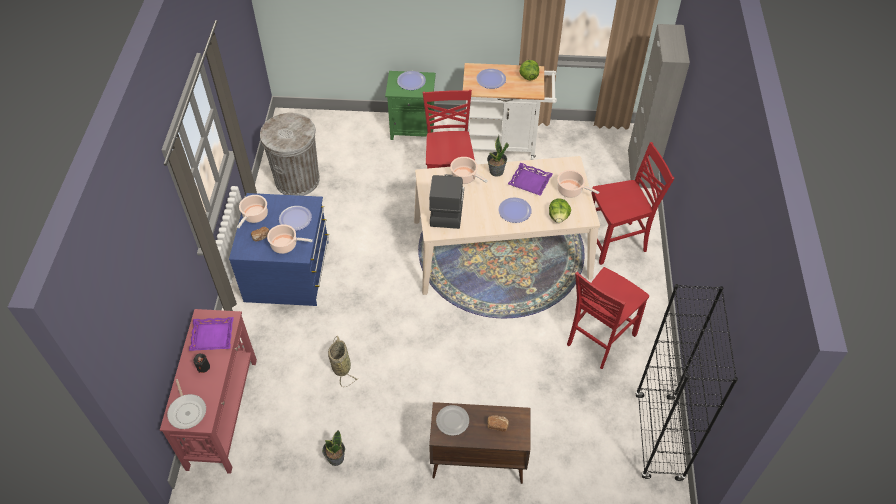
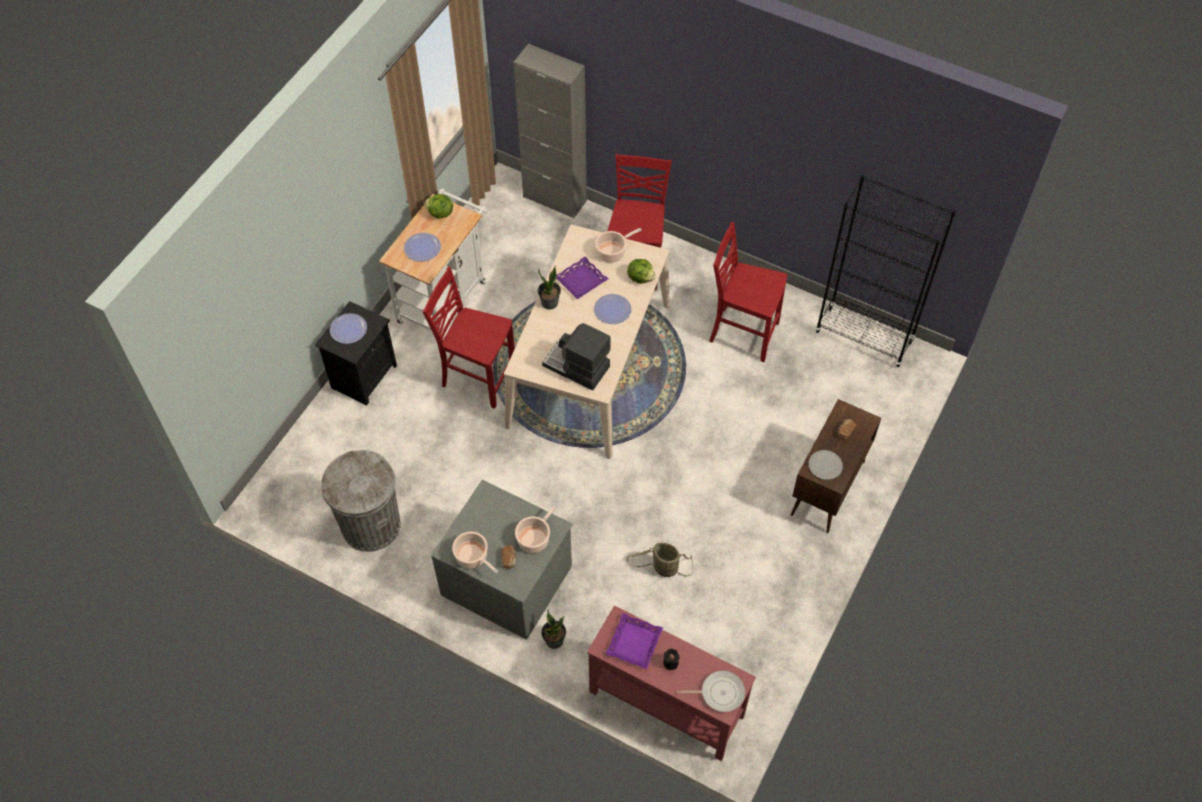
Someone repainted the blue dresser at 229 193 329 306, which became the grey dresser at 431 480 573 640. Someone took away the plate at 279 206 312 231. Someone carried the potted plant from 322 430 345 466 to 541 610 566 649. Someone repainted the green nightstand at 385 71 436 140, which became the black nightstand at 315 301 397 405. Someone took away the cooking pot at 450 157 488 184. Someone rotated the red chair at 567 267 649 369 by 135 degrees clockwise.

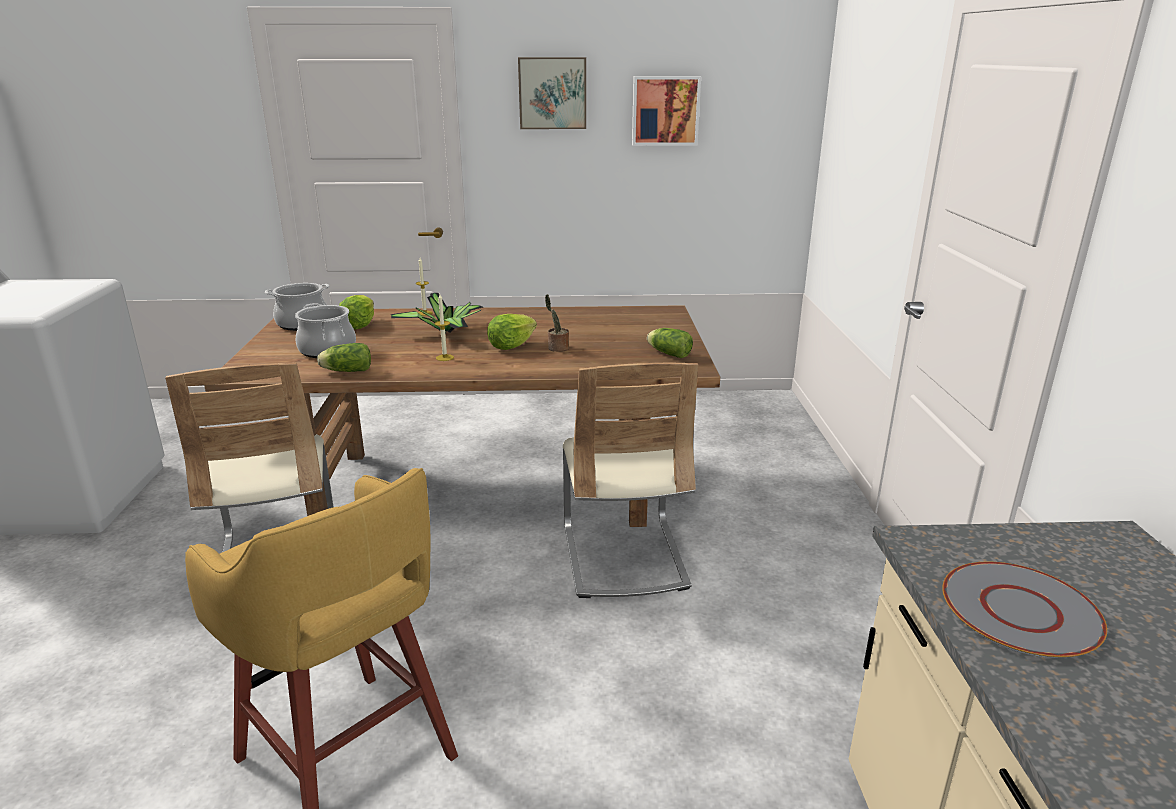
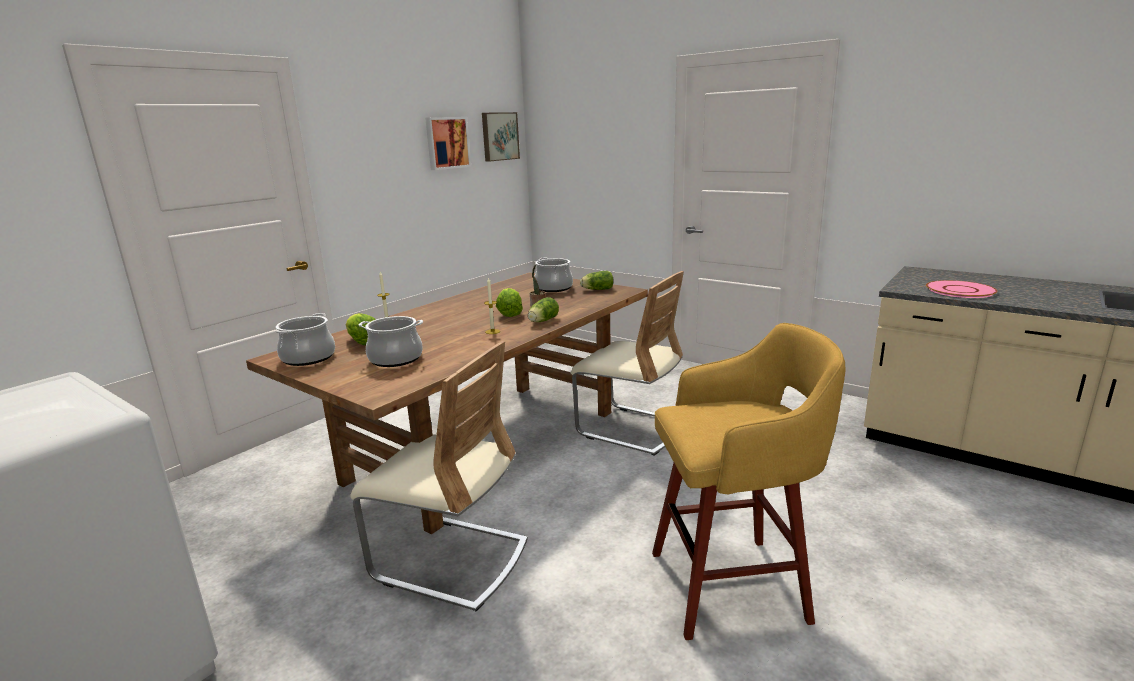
Someone carried the lettuce from 317 343 371 372 to 528 297 559 322. Someone took away the potted plant at 390 293 483 334. Someone carried the picture from 518 57 586 129 to 482 112 520 162. Someone repainted the grey plate at 942 562 1107 658, which became the pink plate at 926 280 998 298. Someone put down the cooking pot at 534 257 573 292.

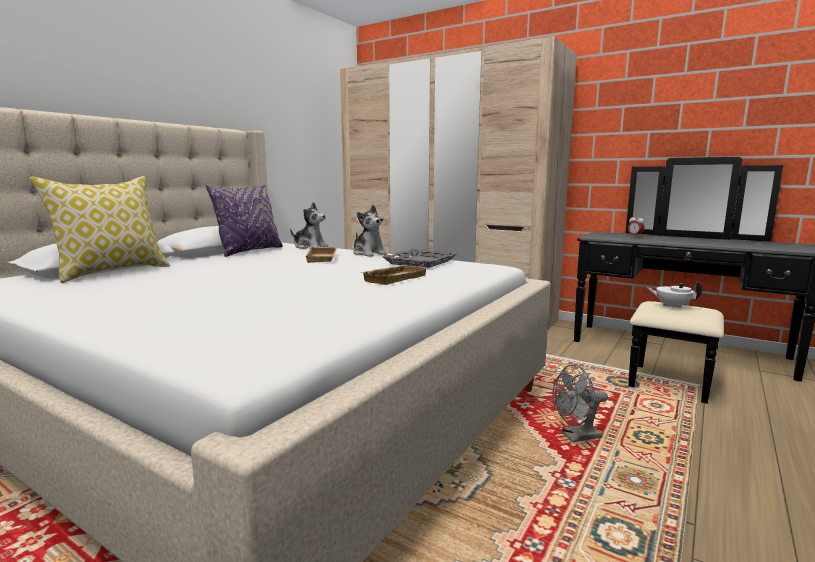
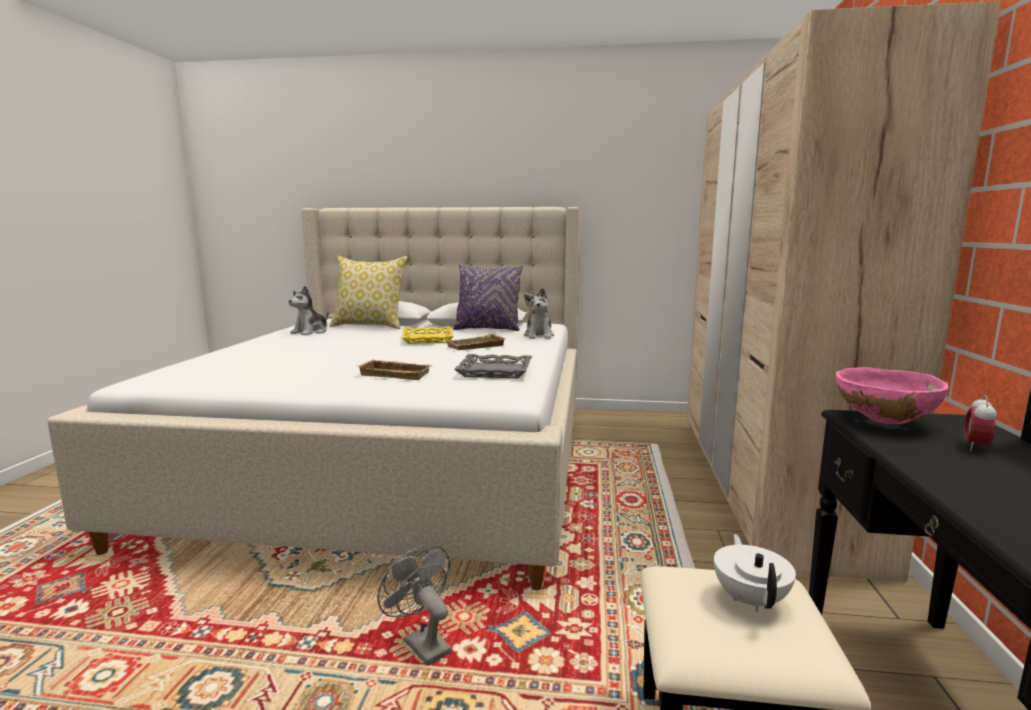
Someone carried the plush toy from 353 205 387 257 to 289 286 329 335. Someone put down the yellow tray at 402 326 454 344. Someone put down the pink bowl at 835 367 948 424.

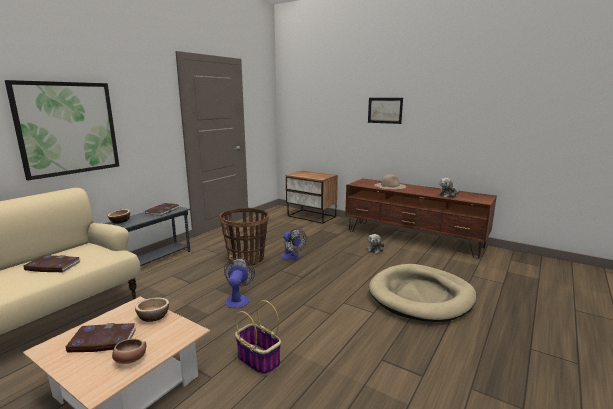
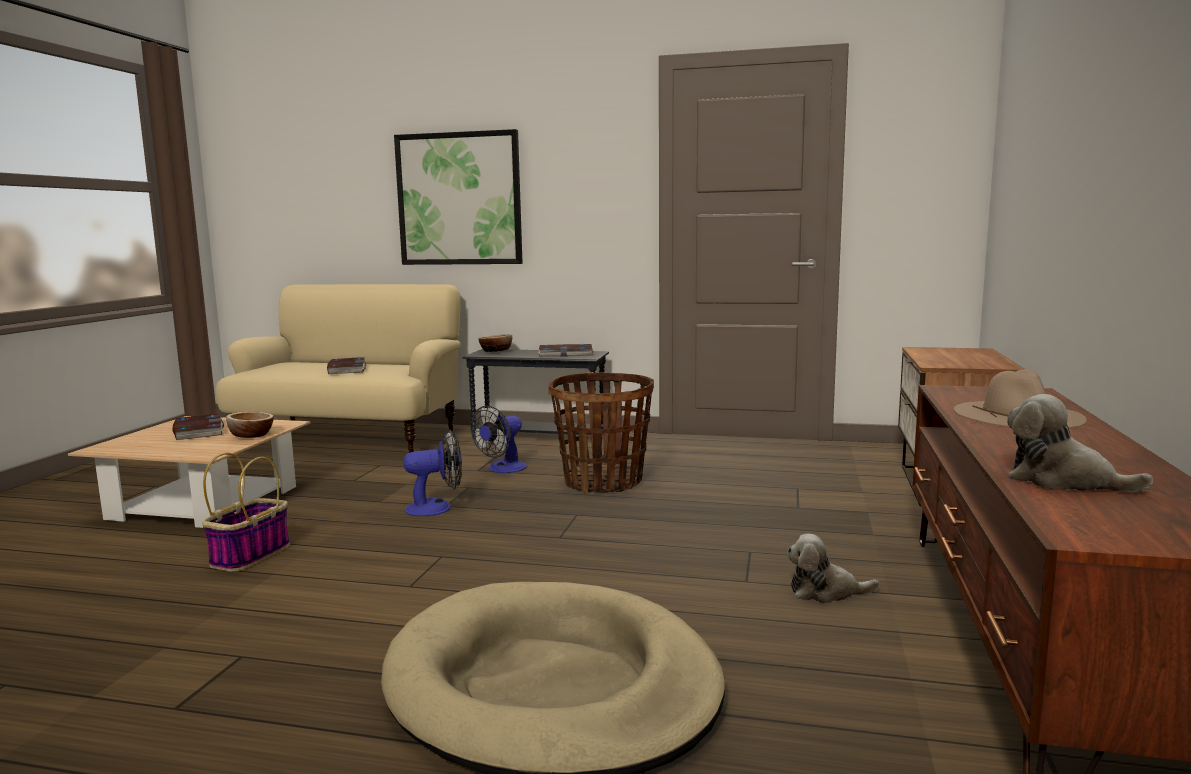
Someone took away the bowl at 112 339 146 364. Someone carried the fan from 281 229 306 260 to 471 406 527 473. Someone took away the picture at 368 98 403 124.

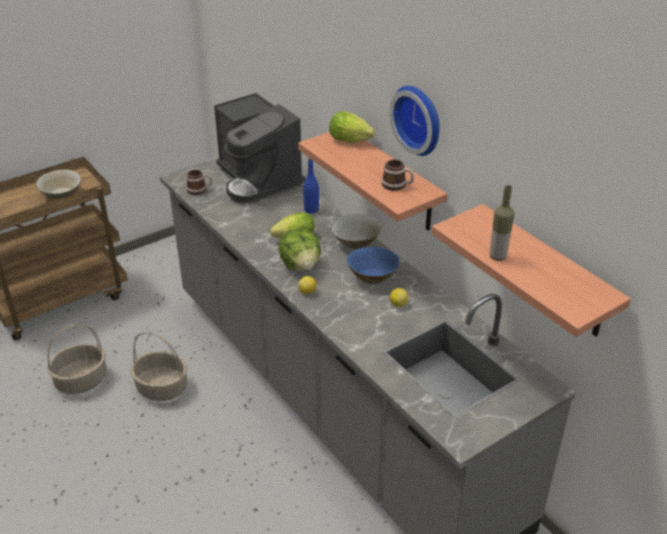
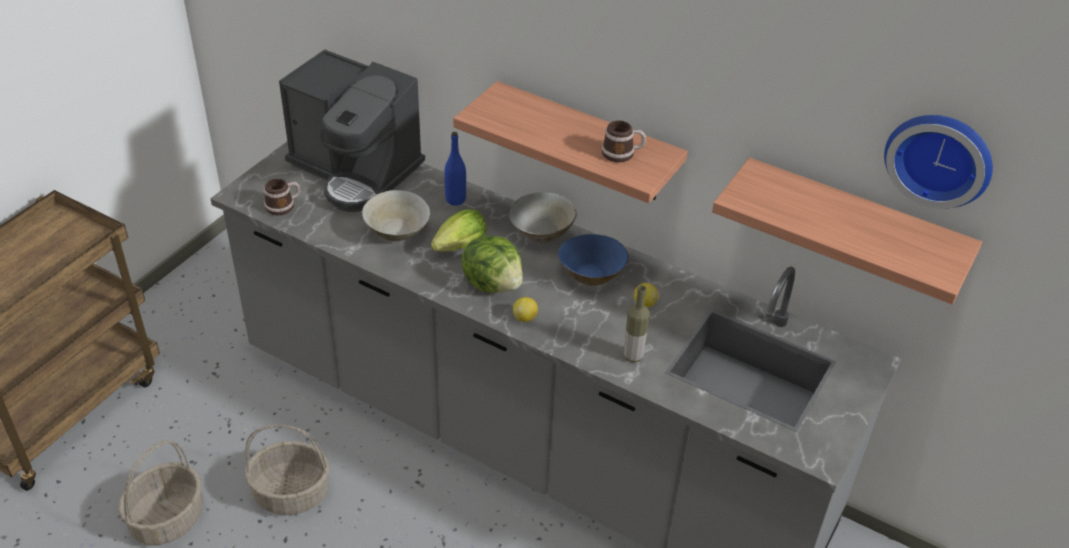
Someone carried the beige bowl from 36 169 81 200 to 362 190 430 241. Someone took away the lettuce at 329 111 375 143. Someone carried the wall clock from 389 86 440 156 to 884 115 993 209. Someone carried the bottle from 490 185 514 261 to 624 285 650 363.

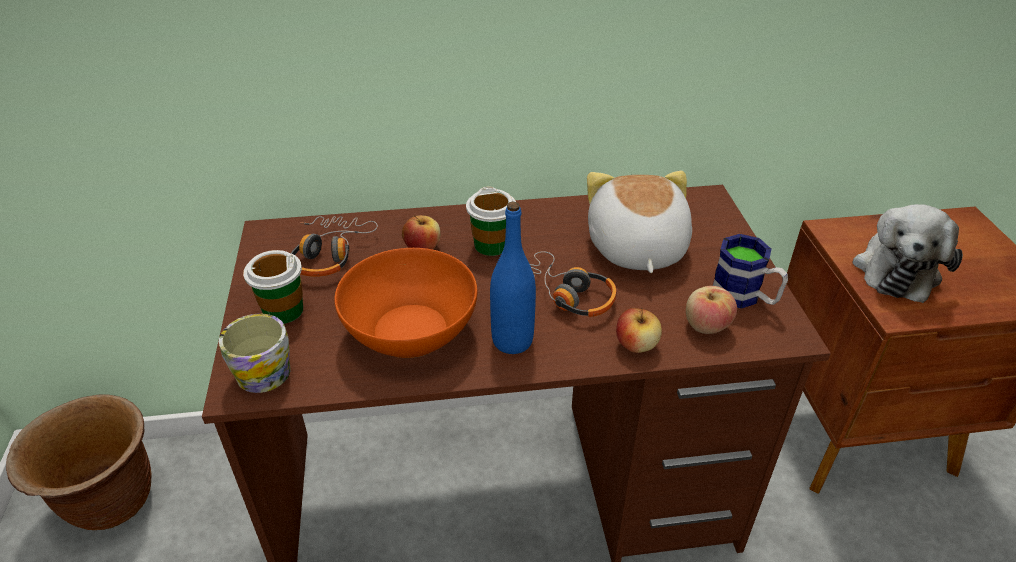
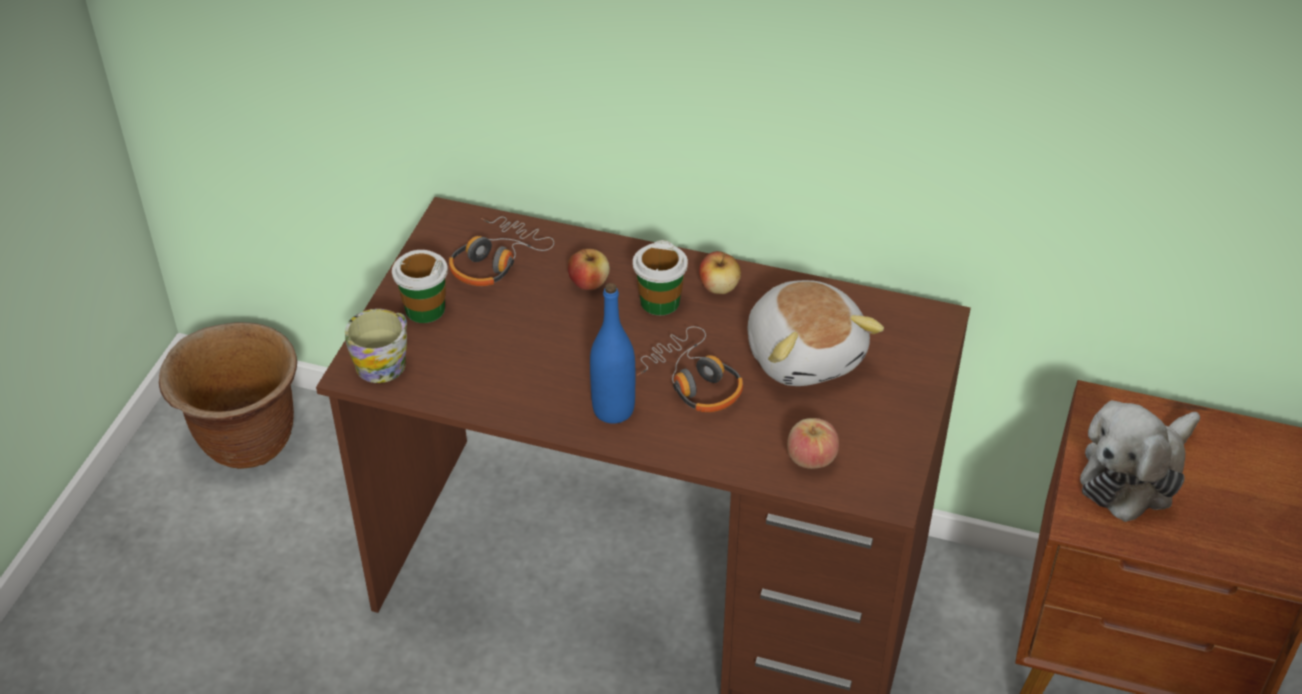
Someone took away the orange bowl at 334 248 477 358. Someone rotated the plush toy at 587 171 692 273 by 135 degrees clockwise. Someone carried the apple from 616 308 662 353 to 699 251 741 294. Someone took away the mug at 713 234 788 309.

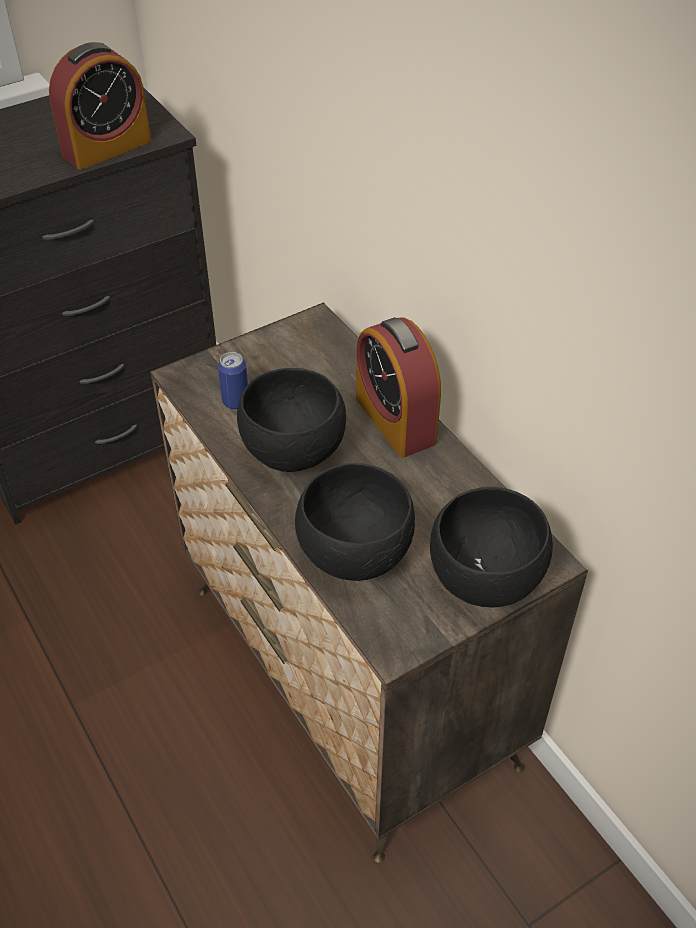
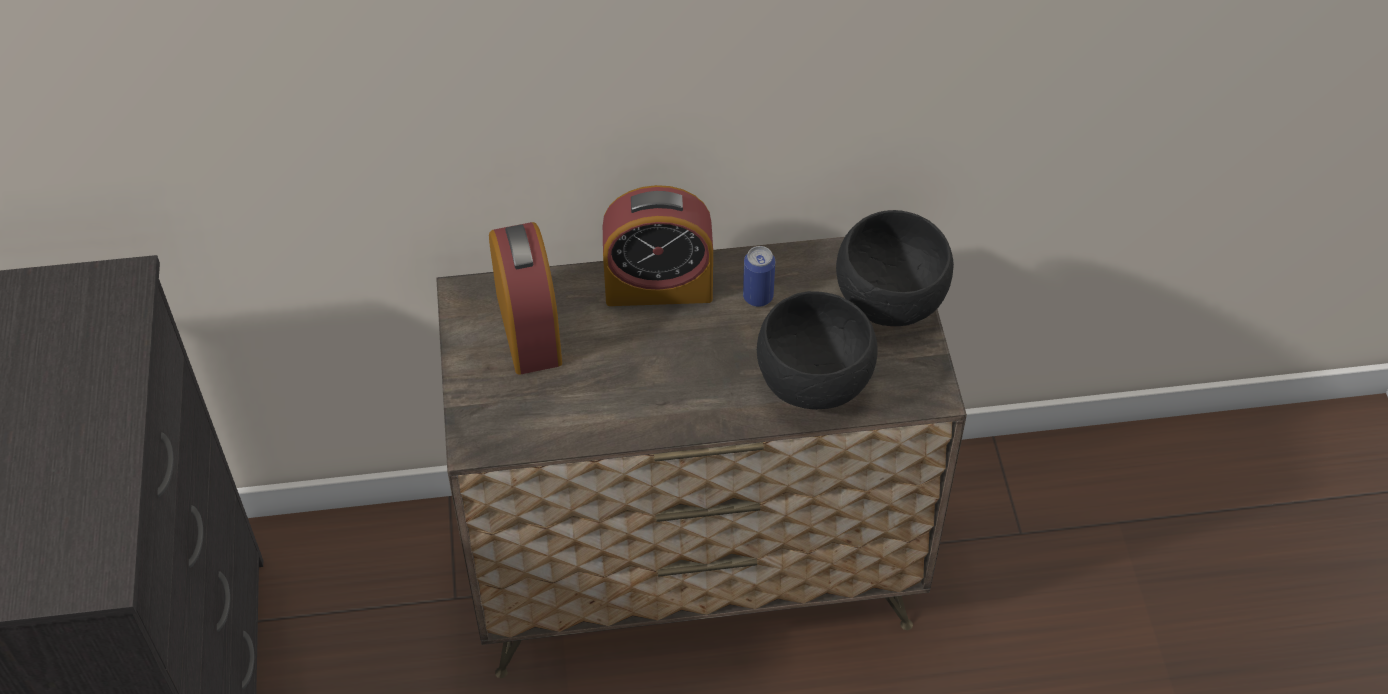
Someone carried the alarm clock from 49 42 151 170 to 489 222 562 375. Someone carried the can from 218 352 248 410 to 743 246 775 307. Someone took away the black bowl at 237 368 346 472.

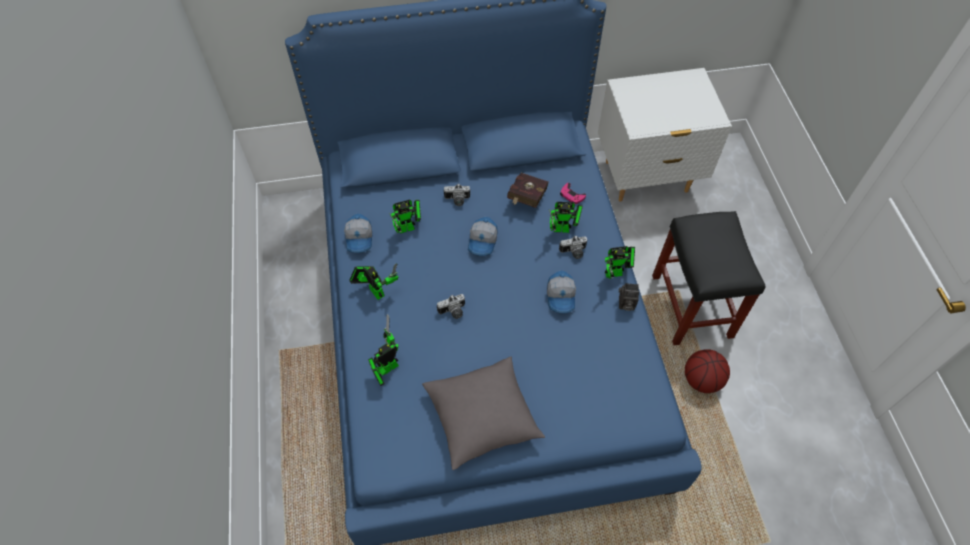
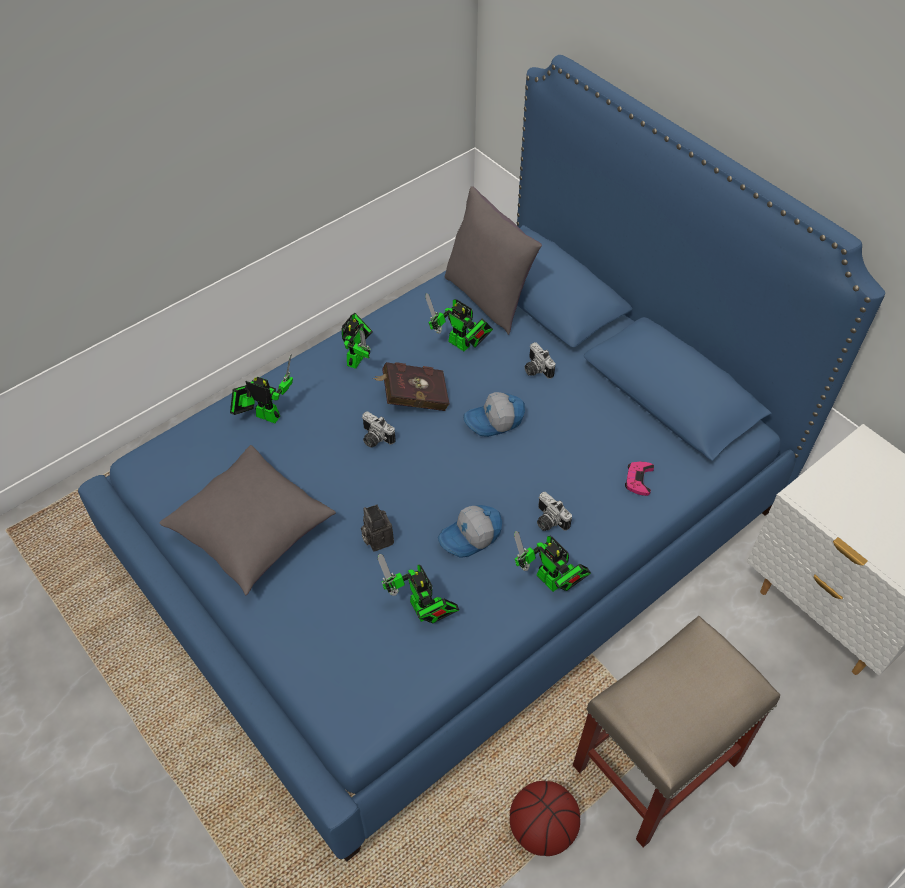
Someone took away the cap at 344 213 372 253. Someone carried the red book from 507 173 549 208 to 373 362 450 411. Someone carried the toy robot from 549 202 583 233 to 377 554 459 623. Someone carried the photo camera from 619 283 639 311 to 361 505 394 552. Someone repainted the black stool at 652 211 766 345, which became the beige stool at 573 616 780 848. Someone put down the grey pillow at 445 186 542 335.

